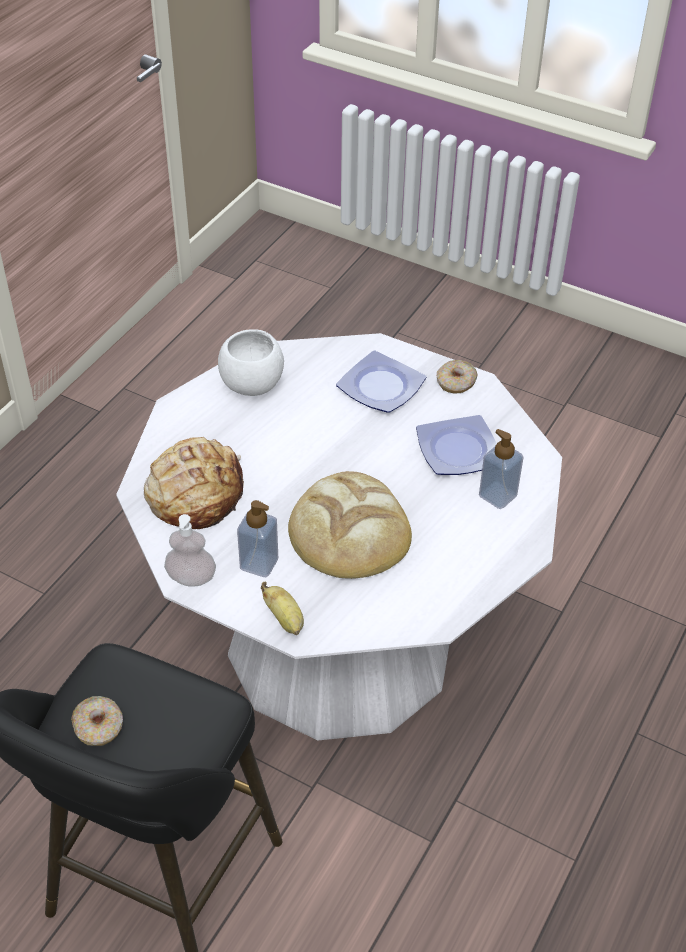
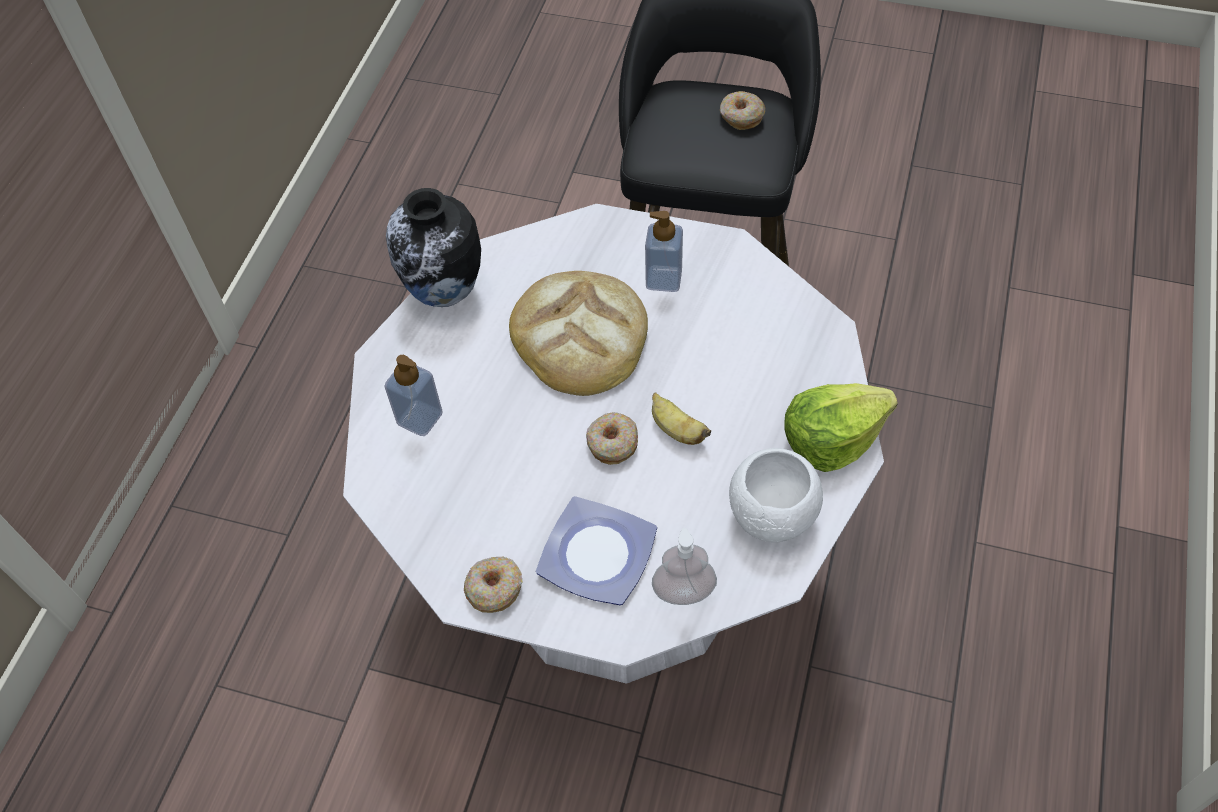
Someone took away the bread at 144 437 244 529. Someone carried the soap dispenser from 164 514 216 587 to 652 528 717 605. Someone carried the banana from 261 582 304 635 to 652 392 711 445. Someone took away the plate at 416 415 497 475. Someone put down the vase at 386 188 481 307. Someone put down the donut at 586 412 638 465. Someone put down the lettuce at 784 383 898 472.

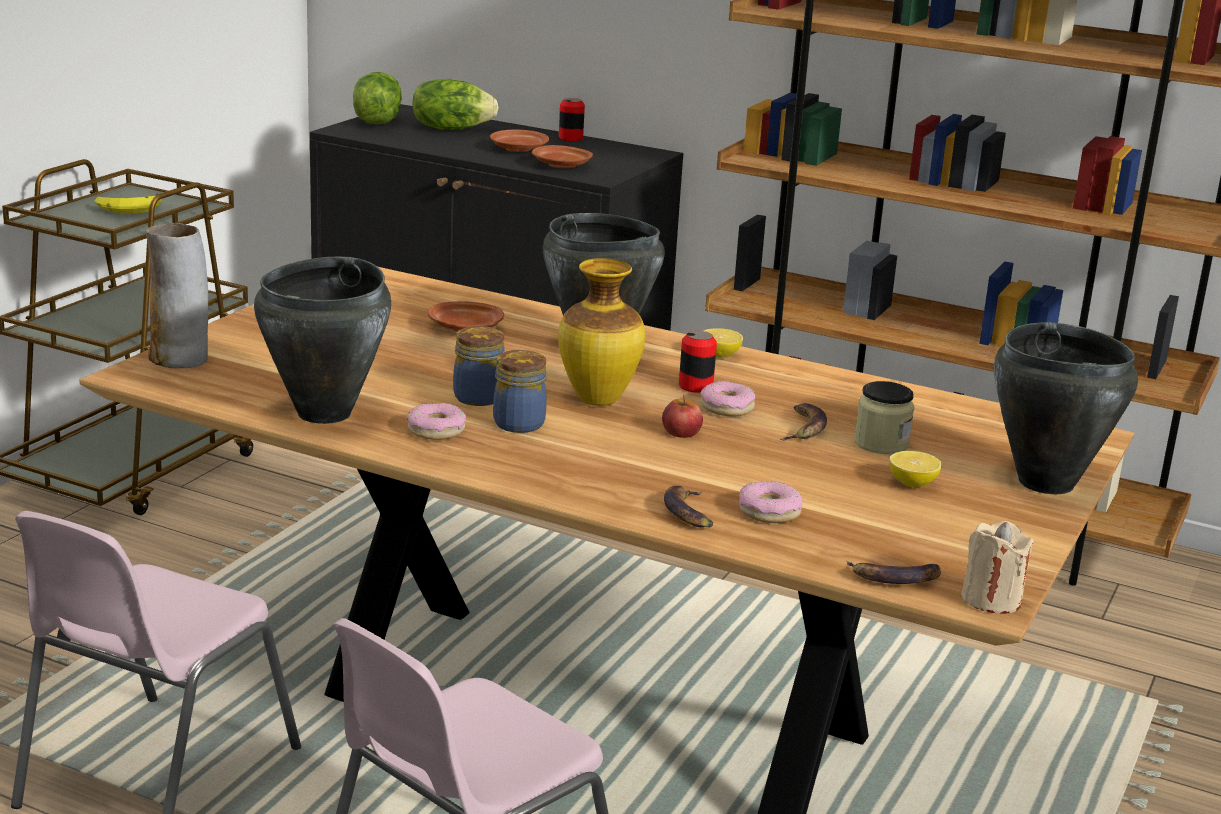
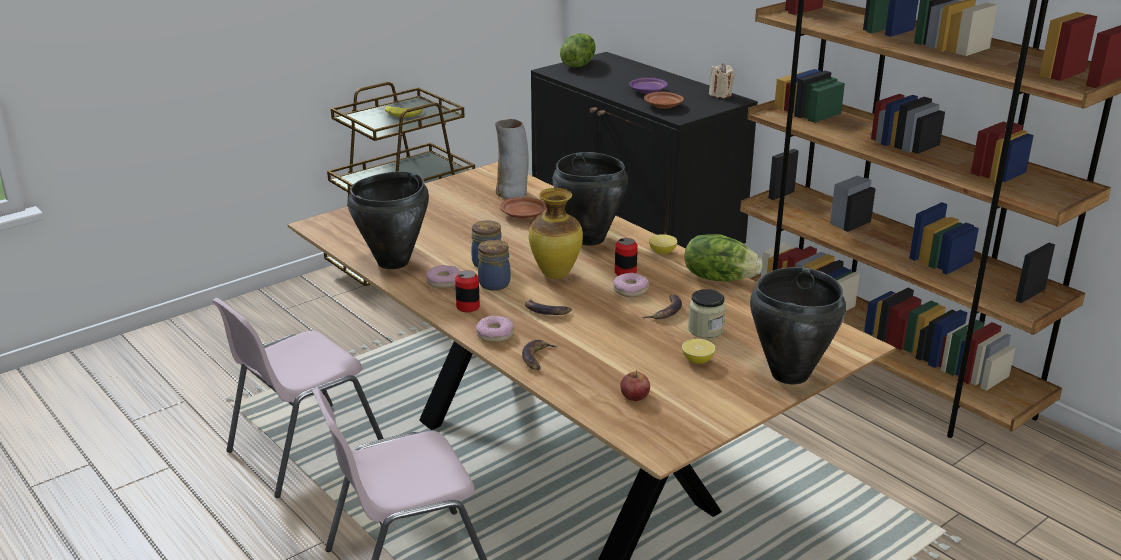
Someone carried the vase from 146 223 208 368 to 495 119 529 199. Someone carried the lettuce from 412 79 499 130 to 684 234 763 282. Someone repainted the brown plate at 490 129 549 152, which became the purple plate at 629 78 668 94. Someone carried the can from 559 98 585 141 to 455 270 480 312. Someone carried the apple from 662 395 703 438 to 620 370 650 401. Someone carried the donut from 739 481 802 523 to 476 316 514 343. Someone carried the banana from 847 561 941 584 to 525 299 572 315. Someone carried the beige candle from 962 521 1034 614 to 709 64 735 98.

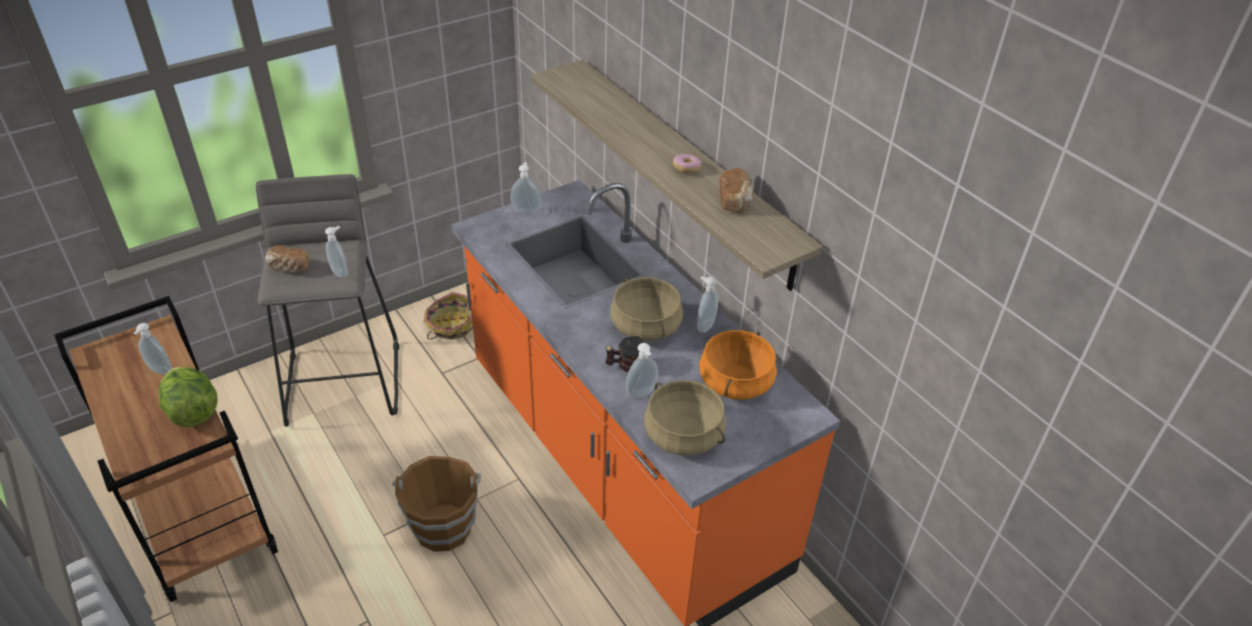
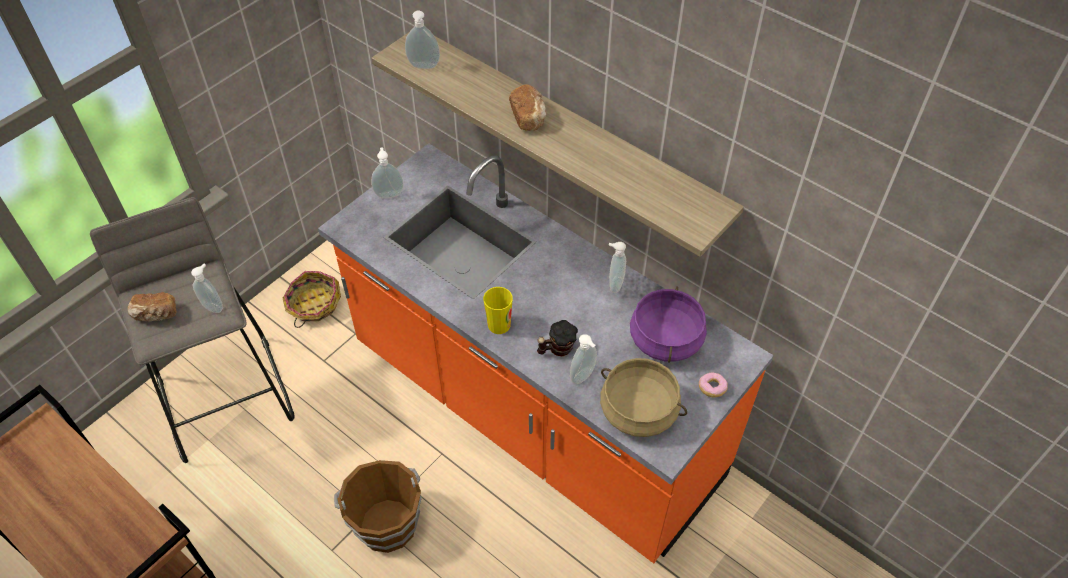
Someone carried the soap dispenser from 133 323 172 375 to 405 10 440 69. Someone took away the lettuce at 158 367 218 427. Someone took away the beige cooking pot at 610 277 683 341. Someone carried the donut from 673 154 701 173 to 699 372 728 397. Someone repainted the orange cooking pot at 699 330 777 399, which became the purple cooking pot at 630 286 707 363. Someone carried the bread from 720 168 753 213 to 509 84 546 131. Someone put down the cup at 483 287 513 334.

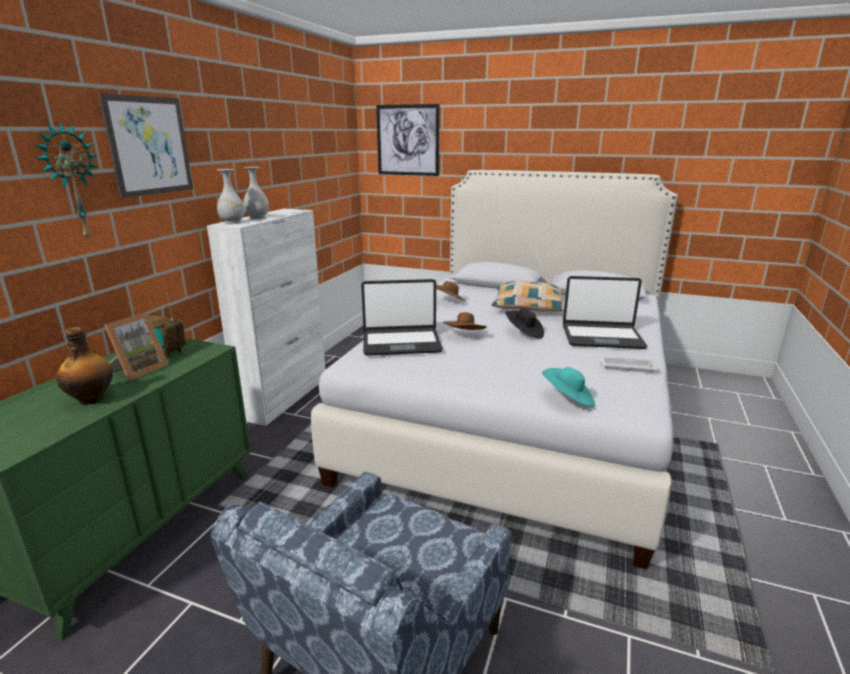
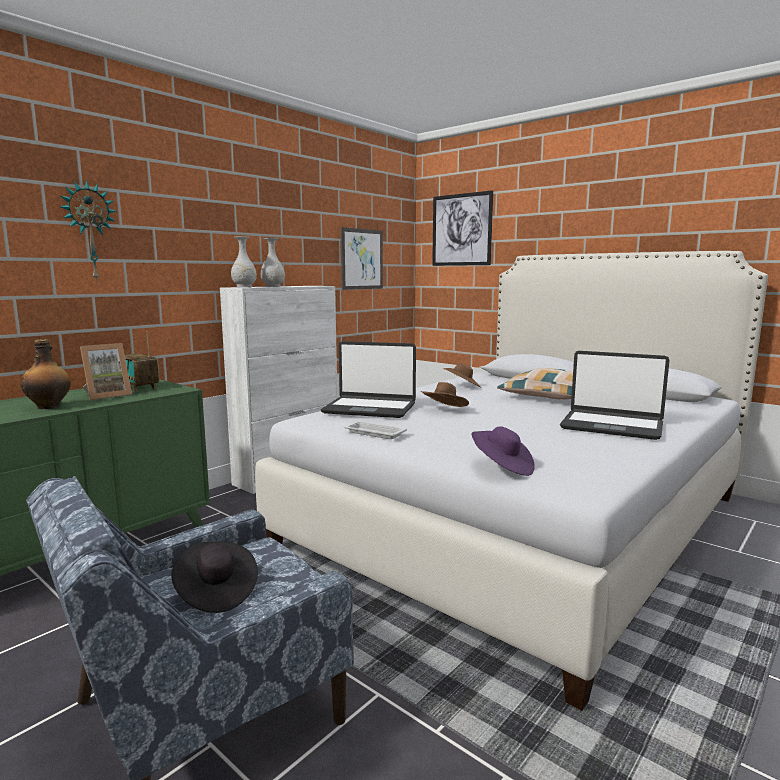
Someone carried the picture from 98 93 193 198 to 341 227 383 290. Someone carried the black hat from 506 308 544 339 to 171 541 258 613. Someone repainted the turquoise hat at 542 367 595 407, which became the purple hat at 472 426 535 476. Someone carried the white tray from 599 357 659 372 to 344 421 407 439.

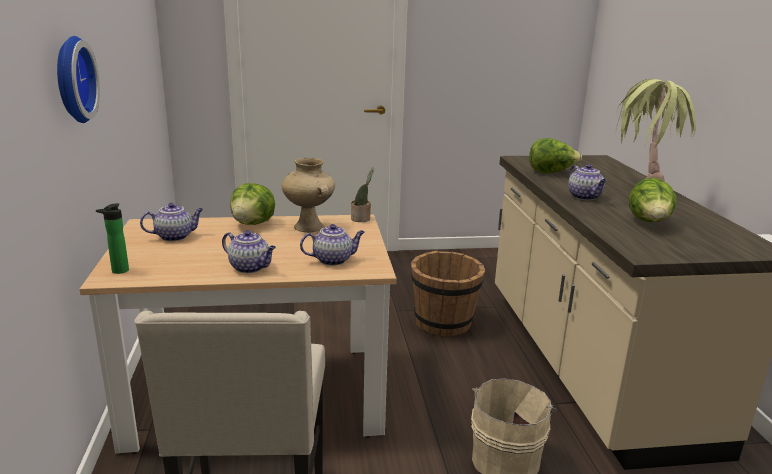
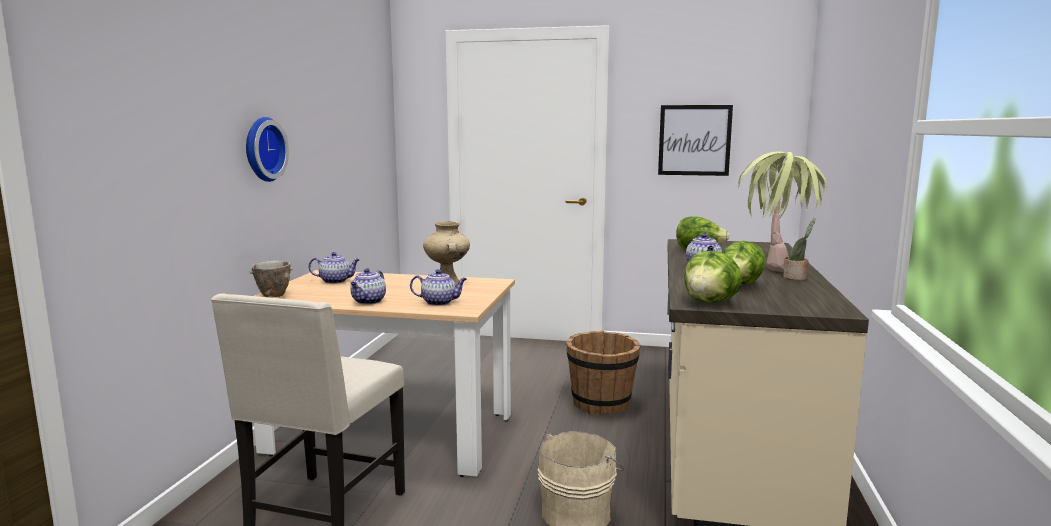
Someone swapped the bottle at 96 203 129 274 for the bowl at 250 261 293 297. Someone rotated the teapot at 222 230 276 273 by 60 degrees clockwise. Someone carried the lettuce from 230 183 275 225 to 684 251 742 302. Someone carried the potted plant from 351 167 374 222 to 783 218 816 280. Someone put up the picture at 658 105 733 176.

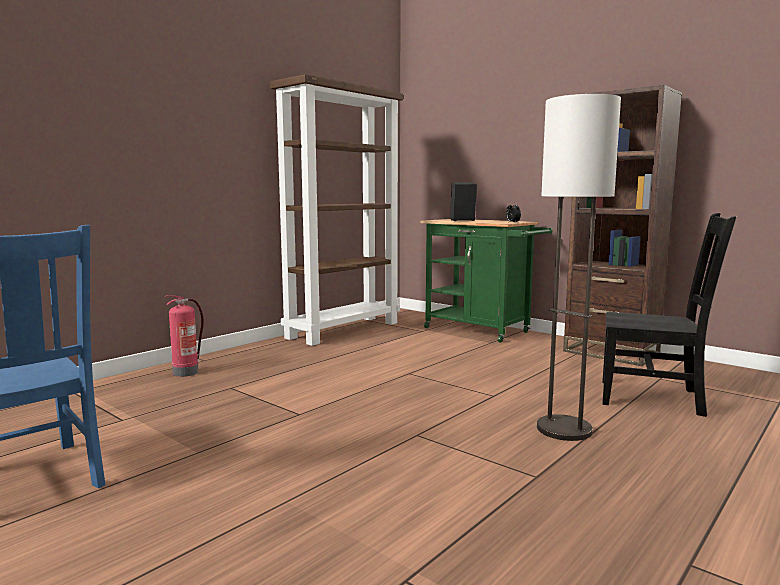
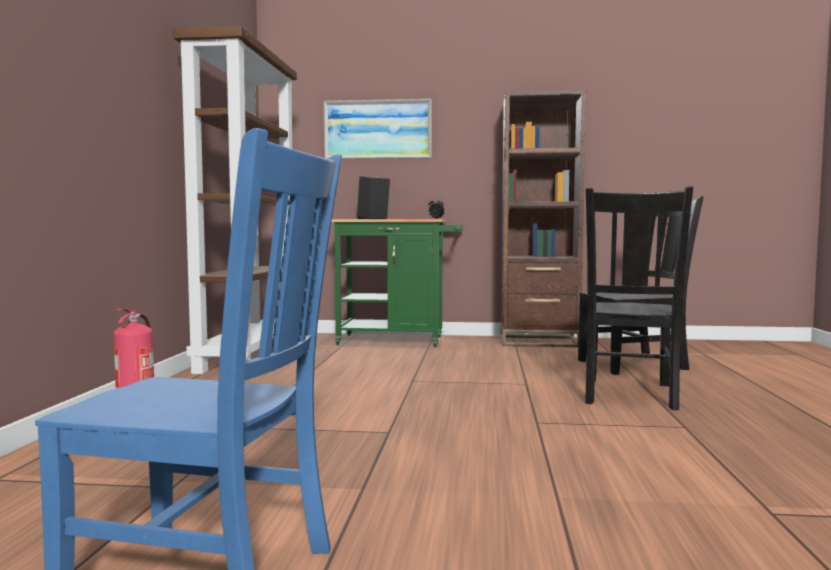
Someone swapped the floor lamp at 537 94 621 441 for the black chair at 585 187 693 410. Someone put up the picture at 324 99 432 159.

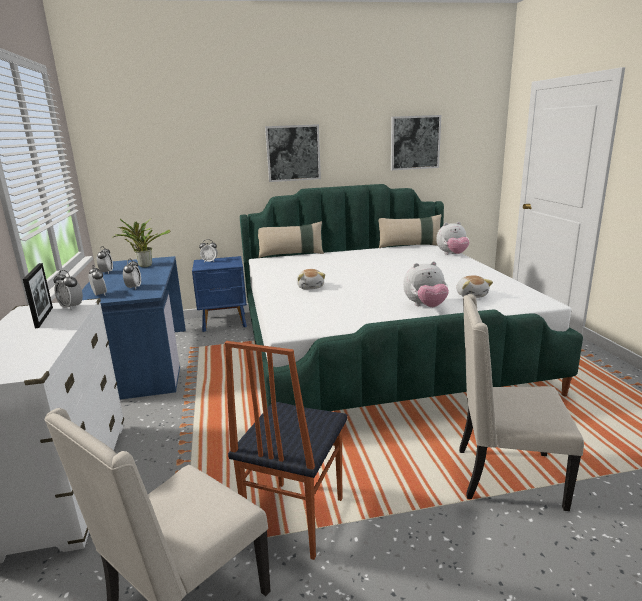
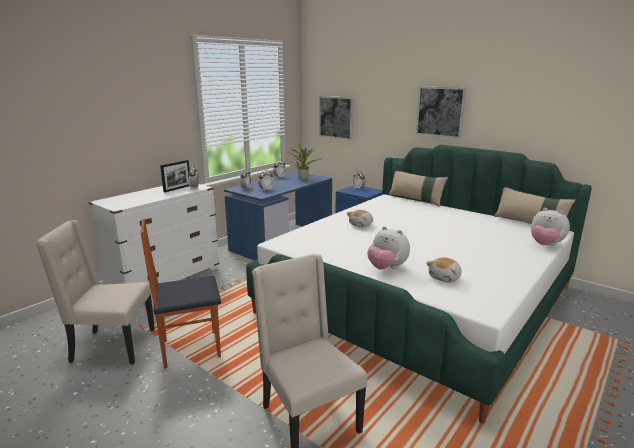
Someone carried the picture from 391 115 441 170 to 319 96 354 140.

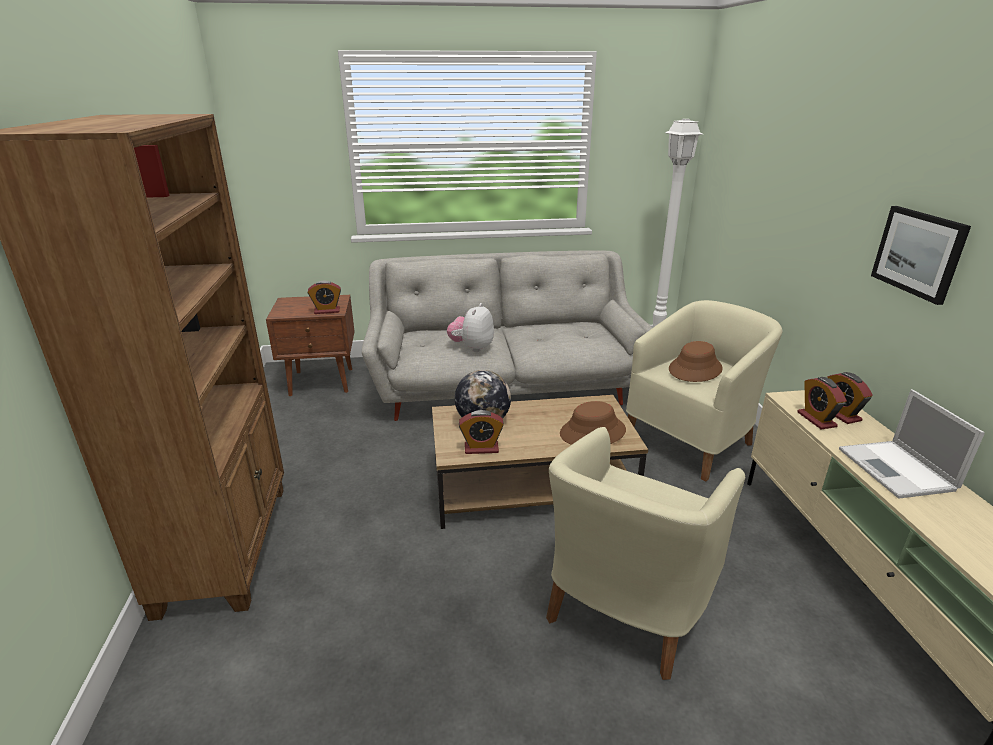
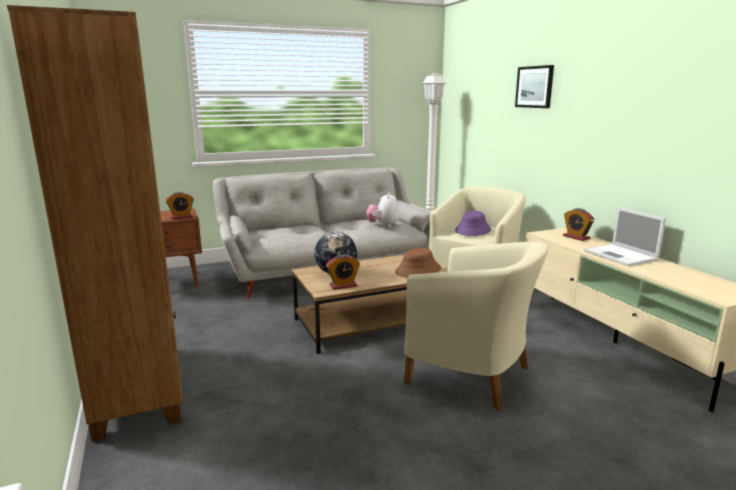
Someone carried the plush toy from 447 303 494 352 to 367 192 399 228. Someone rotated the beige armchair at 546 427 745 680 by 75 degrees counterclockwise. Someone repainted the brown hat at 669 341 723 382, which became the purple hat at 455 211 491 236. Someone took away the alarm clock at 797 377 847 429. Someone carried the picture from 871 206 971 305 to 515 65 554 108.

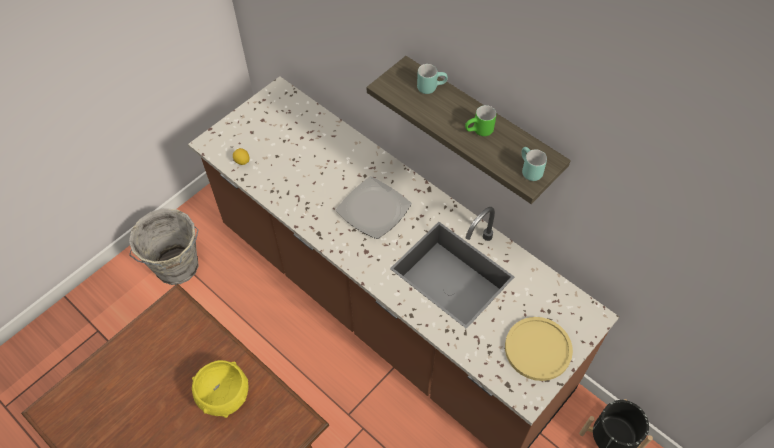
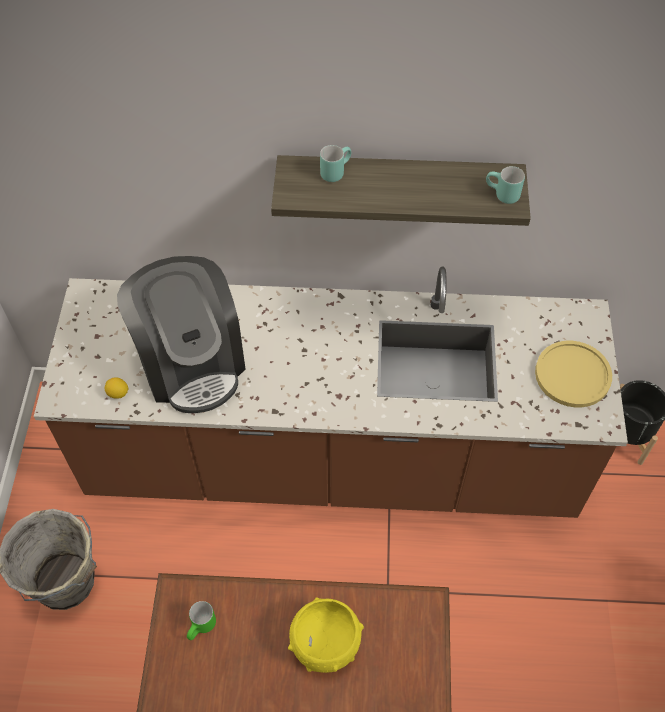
Someone took away the plate at 336 176 412 239. Someone carried the green mug from 465 105 496 136 to 187 601 216 640. Someone put down the coffee machine at 117 256 246 413.

